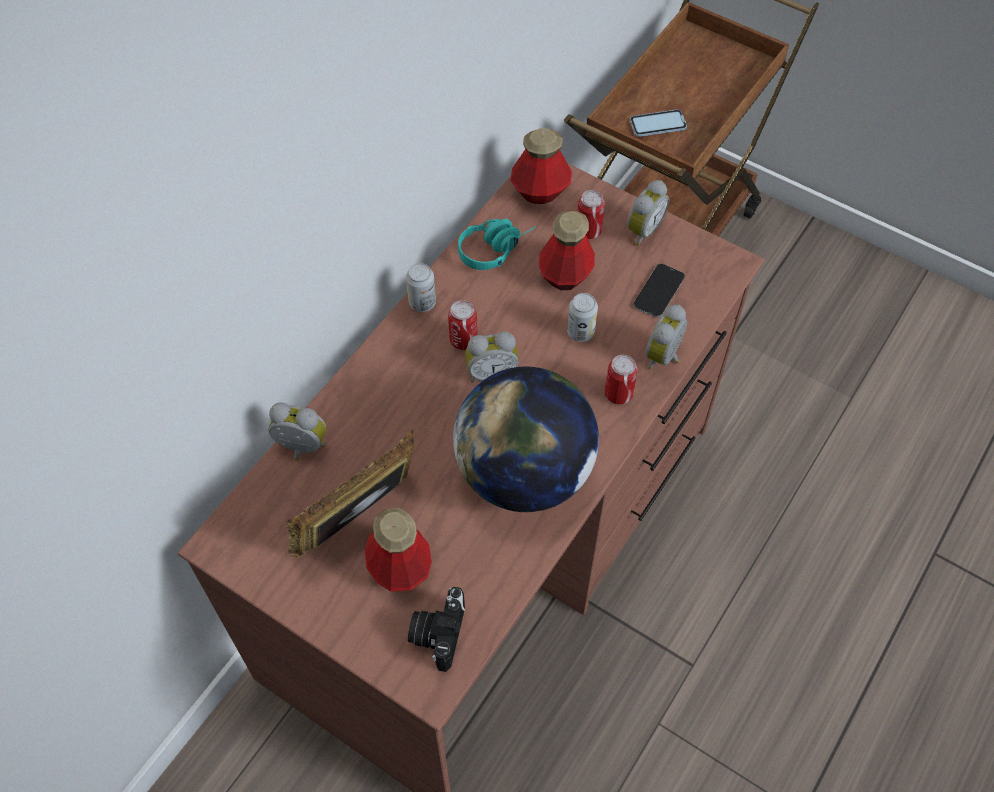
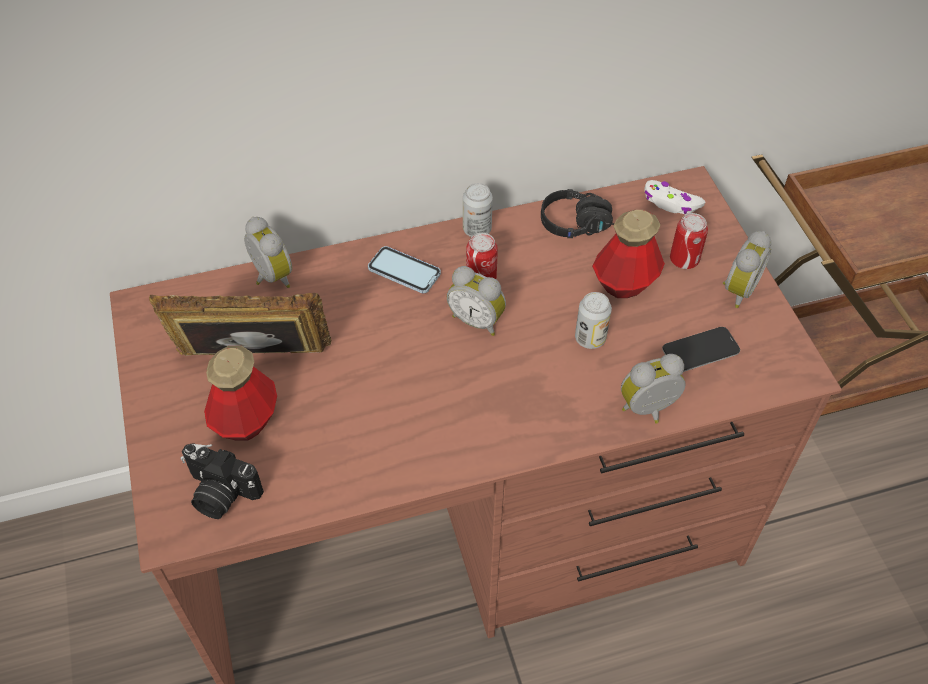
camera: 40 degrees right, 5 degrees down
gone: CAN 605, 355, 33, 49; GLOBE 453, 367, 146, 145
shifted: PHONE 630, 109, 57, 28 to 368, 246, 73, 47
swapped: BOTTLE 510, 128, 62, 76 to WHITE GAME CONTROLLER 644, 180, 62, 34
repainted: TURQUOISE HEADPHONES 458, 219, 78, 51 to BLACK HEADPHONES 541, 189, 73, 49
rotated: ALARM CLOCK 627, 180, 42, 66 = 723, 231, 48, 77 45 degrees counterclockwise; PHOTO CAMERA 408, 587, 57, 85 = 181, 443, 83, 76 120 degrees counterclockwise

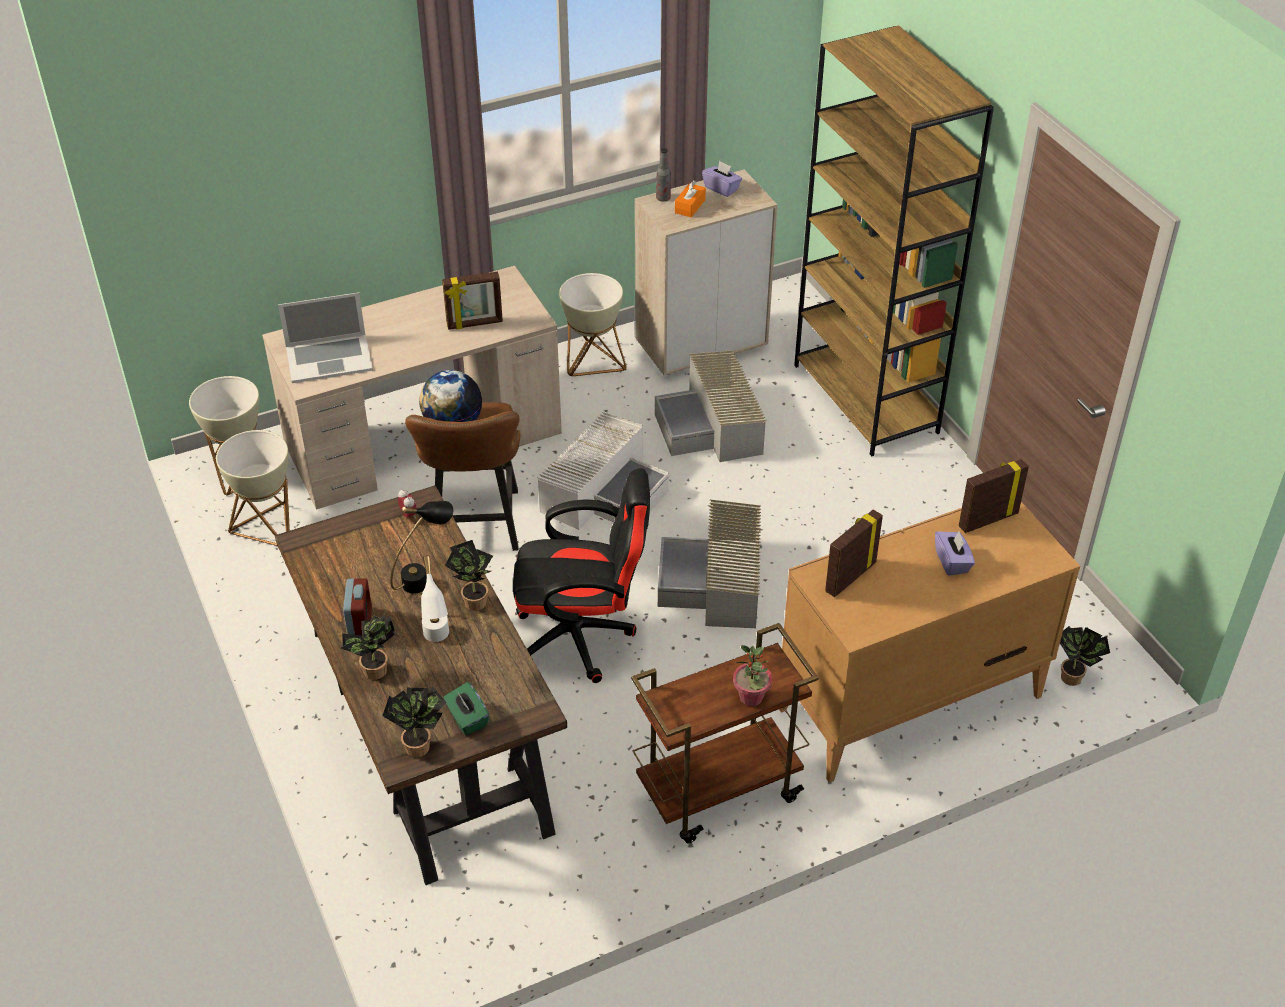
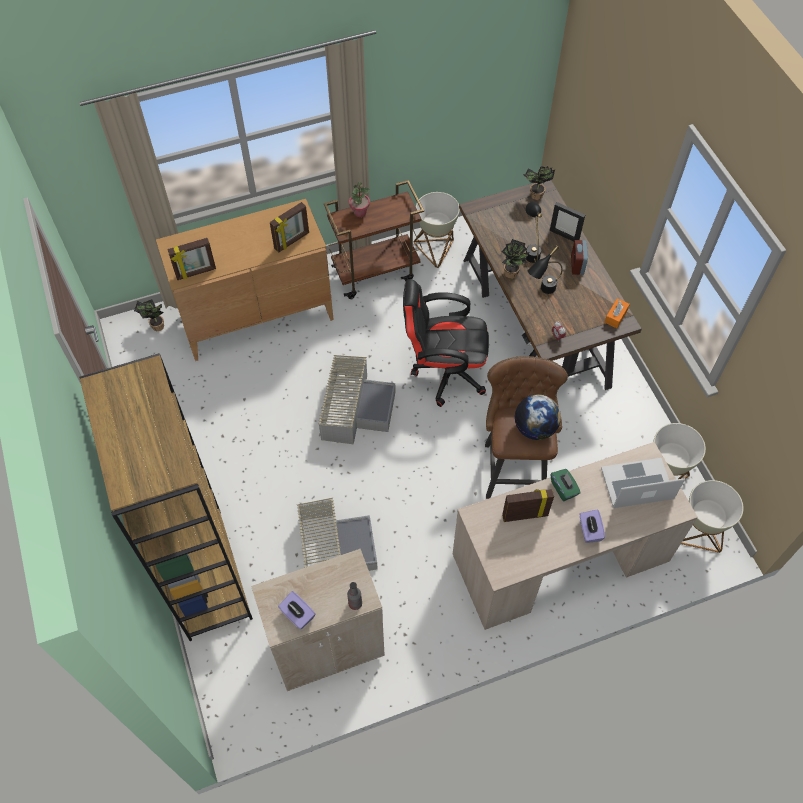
camera: 175 degrees left, 15 degrees up
gone: WHITE STORAGE BOX 537, 412, 132, 118
shifted: ORANGE TISSUE BOX 675, 181, 31, 36 to 605, 298, 25, 30; PLANTER 559, 273, 68, 103 to 414, 192, 46, 76; PURPLE TISSUE BOX 935, 531, 40, 45 to 580, 509, 25, 34; GREEN TISSUE BOX 444, 682, 45, 53 to 551, 469, 30, 32
swapped: POTTED PLANT 341, 615, 55, 65 to PICTURE FRAME 550, 202, 35, 40
repainted: WHITE TABLE LAMP 421, 556, 28, 86 to BLACK TABLE LAMP 526, 202, 16, 61

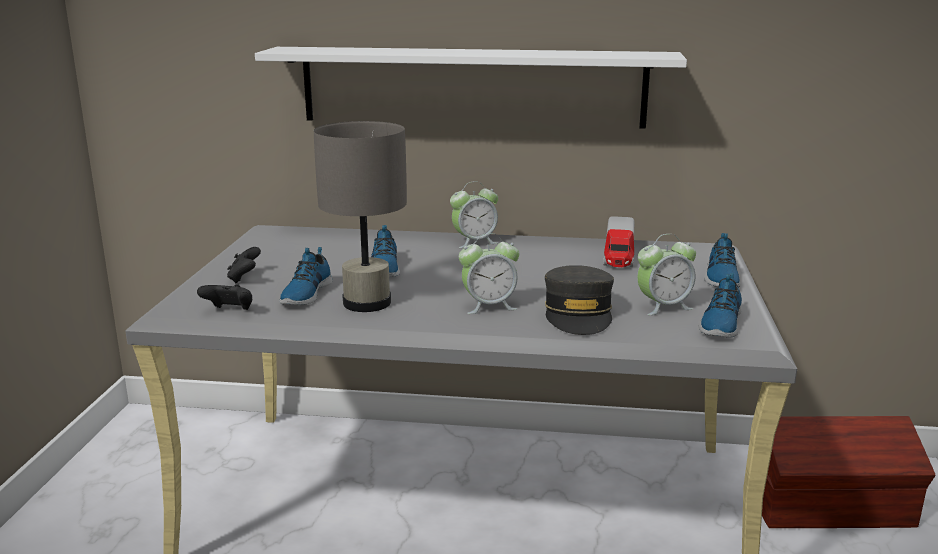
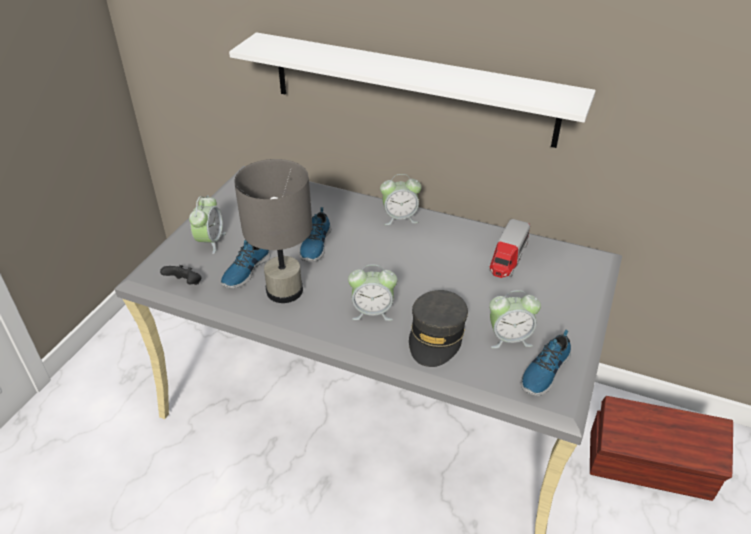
camera: 15 degrees right, 20 degrees up
gone: SHOE 704, 233, 37, 54
swapped: BLACK GAME CONTROLLER 227, 247, 34, 36 to ALARM CLOCK 189, 195, 37, 59

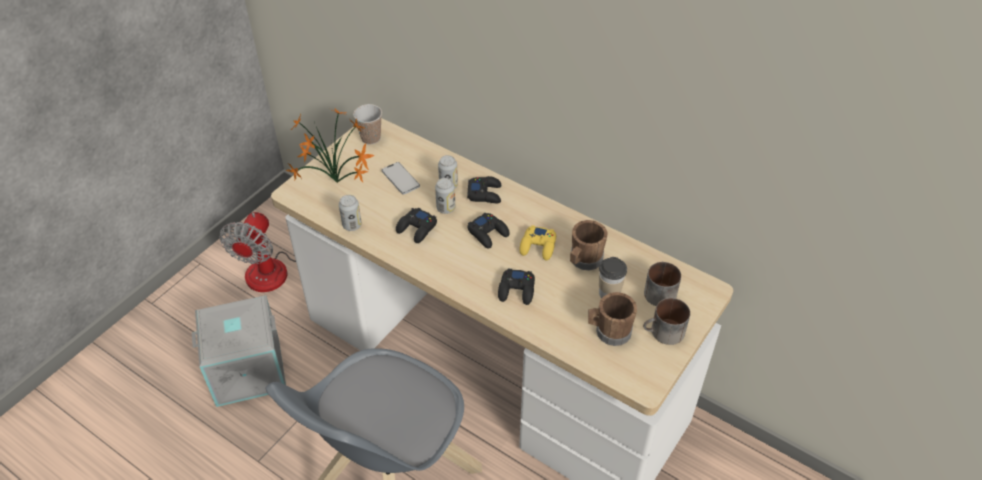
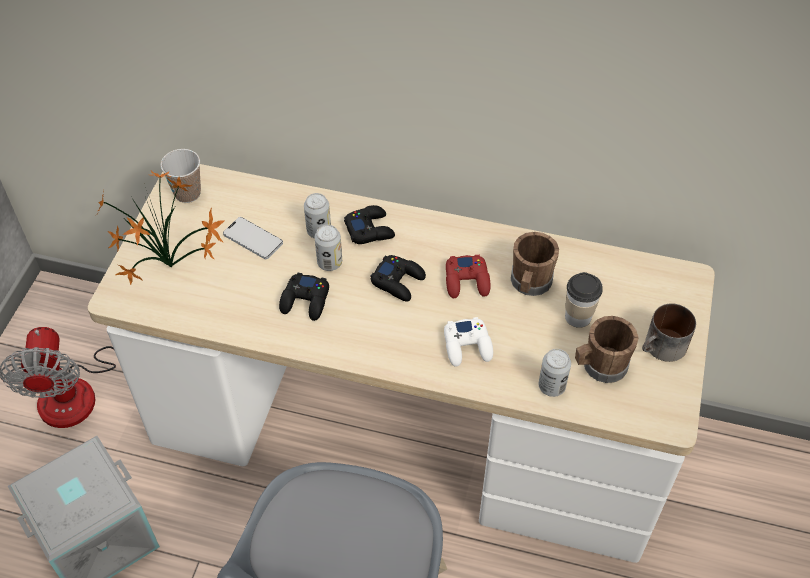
camera: 20 degrees left, 5 degrees up
gone: MUG 644, 261, 37, 45
shifted: CAN 339, 195, 23, 36 to 538, 349, 33, 48
repainted: YELLOW GAME CONTROLLER 519, 225, 37, 35 to RED GAME CONTROLLER 446, 255, 45, 43; BLACK GAME CONTROLLER 498, 268, 37, 37 to WHITE GAME CONTROLLER 444, 317, 49, 50

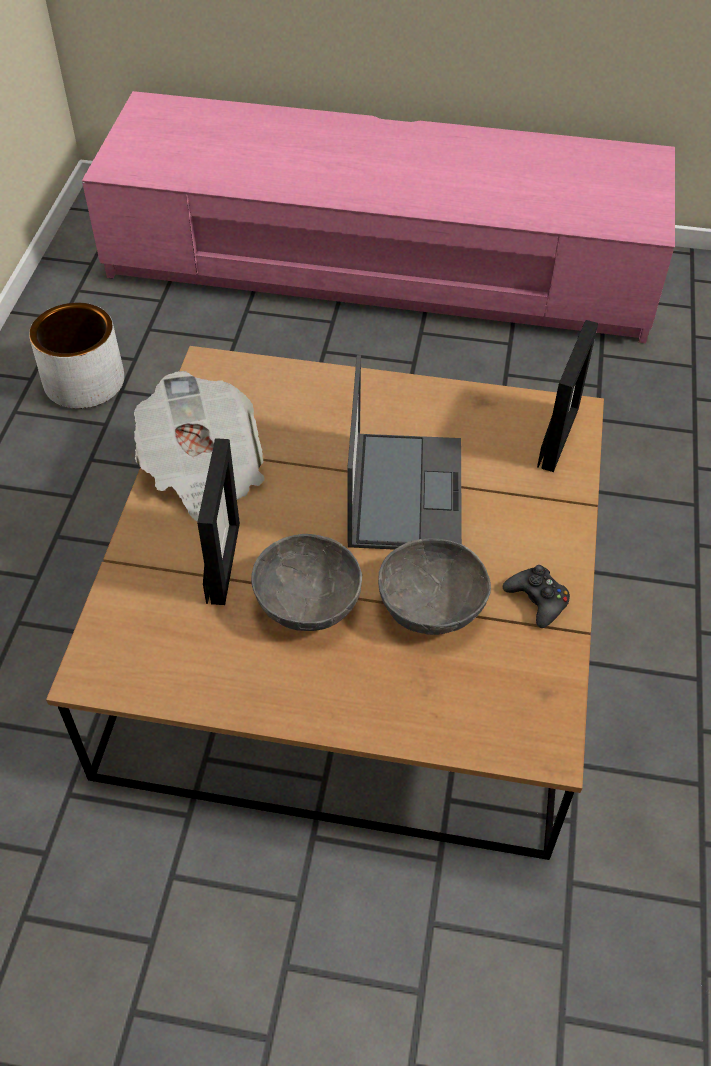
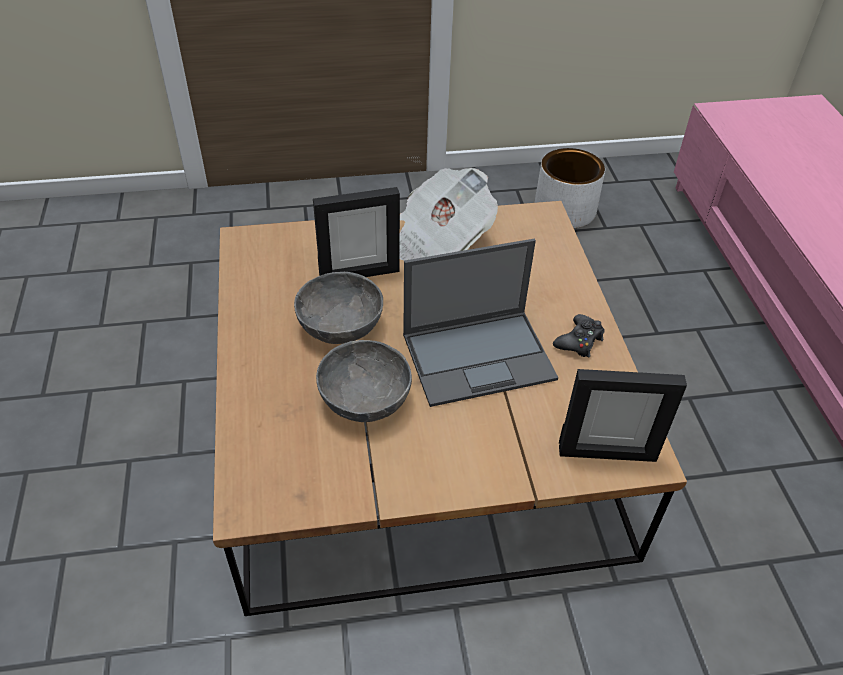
camera: 70 degrees right, 5 degrees down
shifted: BLACK GAME CONTROLLER 503, 565, 67, 63 to 553, 314, 52, 43

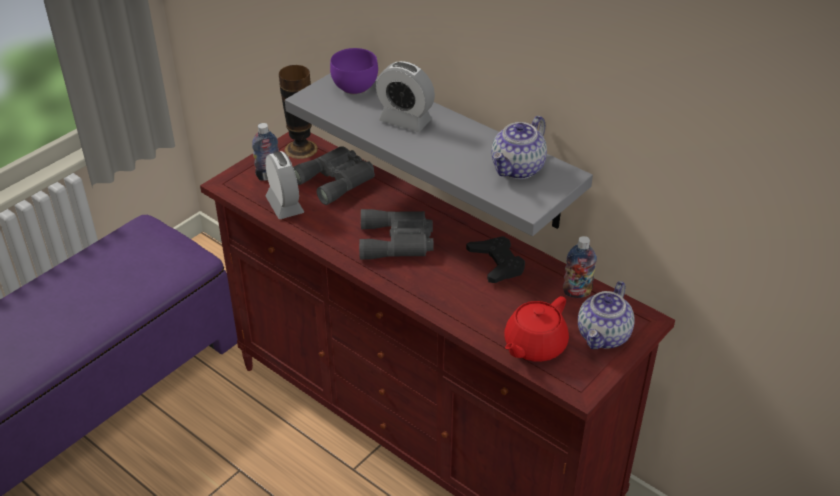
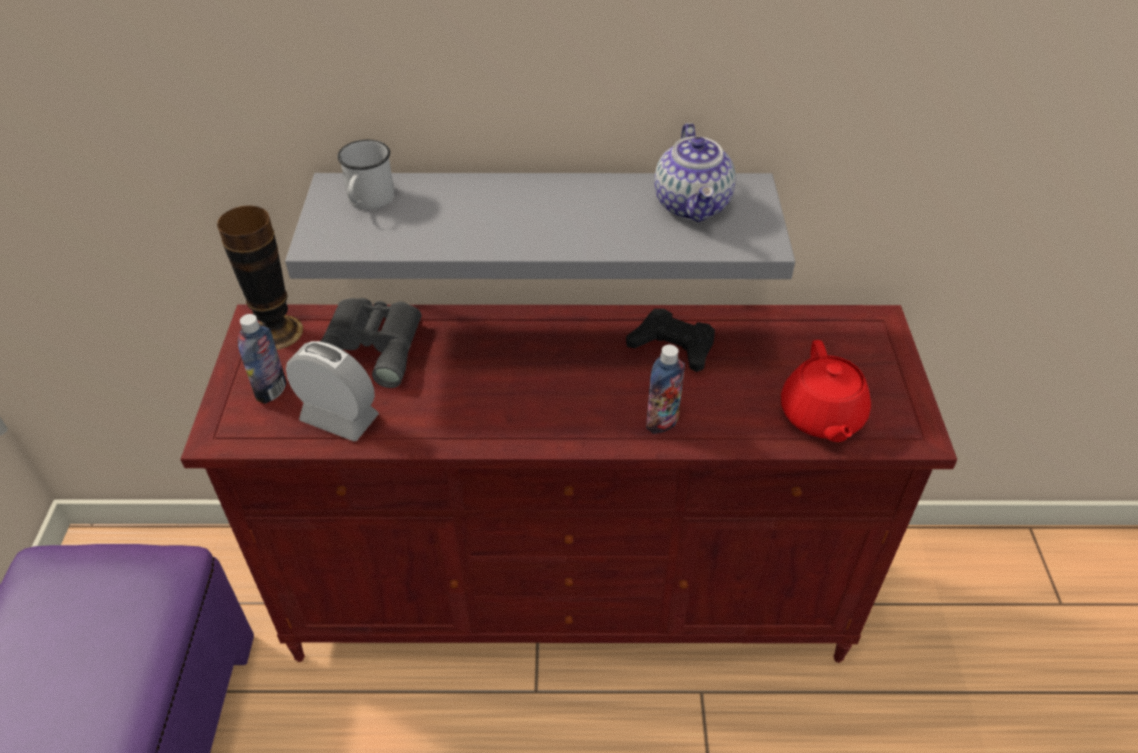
camera: 40 degrees left, 5 degrees up
gone: ALARM CLOCK 376, 61, 59, 71; GREY BINOCULARS 359, 209, 74, 50; TEAPOT 578, 281, 57, 68
shifted: BOTTLE 563, 236, 34, 62 to 646, 345, 39, 89
swapped: PURPLE BOWL 330, 48, 48, 47 to WHITE MUG 337, 140, 57, 70

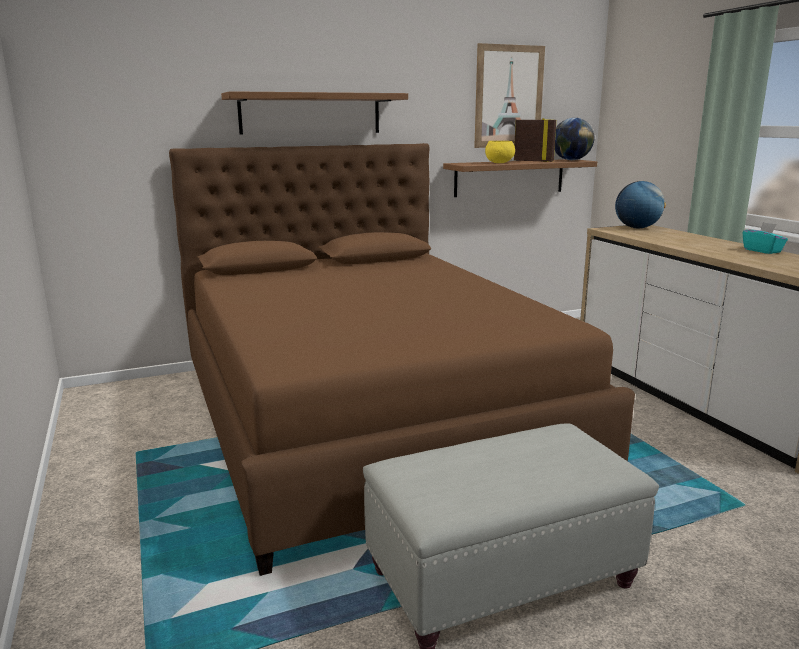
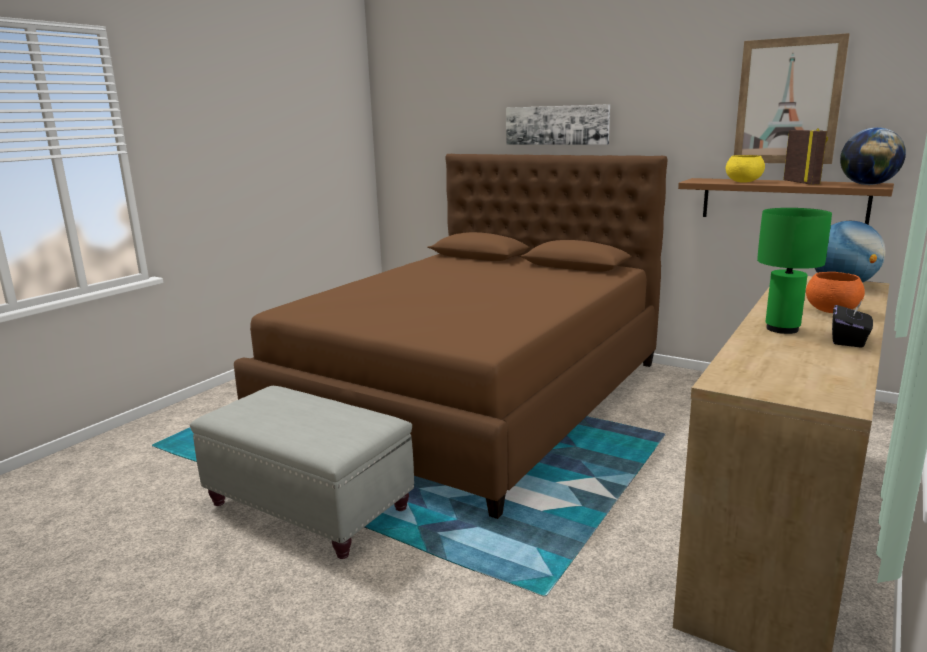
camera: 55 degrees right, 0 degrees up
new: GREEN TABLE LAMP 757, 208, 75, 126; ORANGE BOWL 806, 272, 59, 41
swapped: BROWN SHELF 221, 91, 187, 44 to PICTURE 506, 104, 104, 41
repainted: TURQUOISE TISSUE BOX 743, 222, 45, 32 to BLACK TISSUE BOX 832, 300, 41, 48

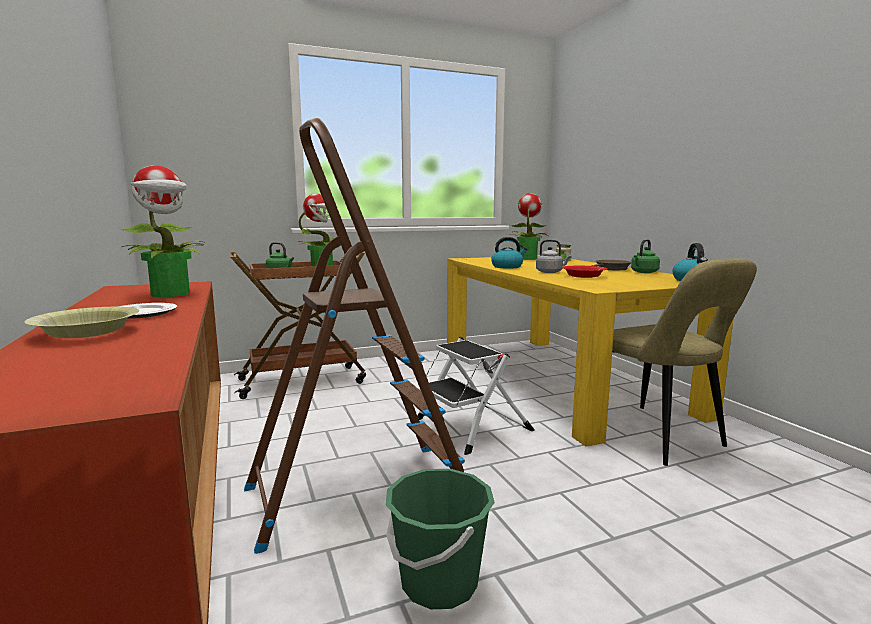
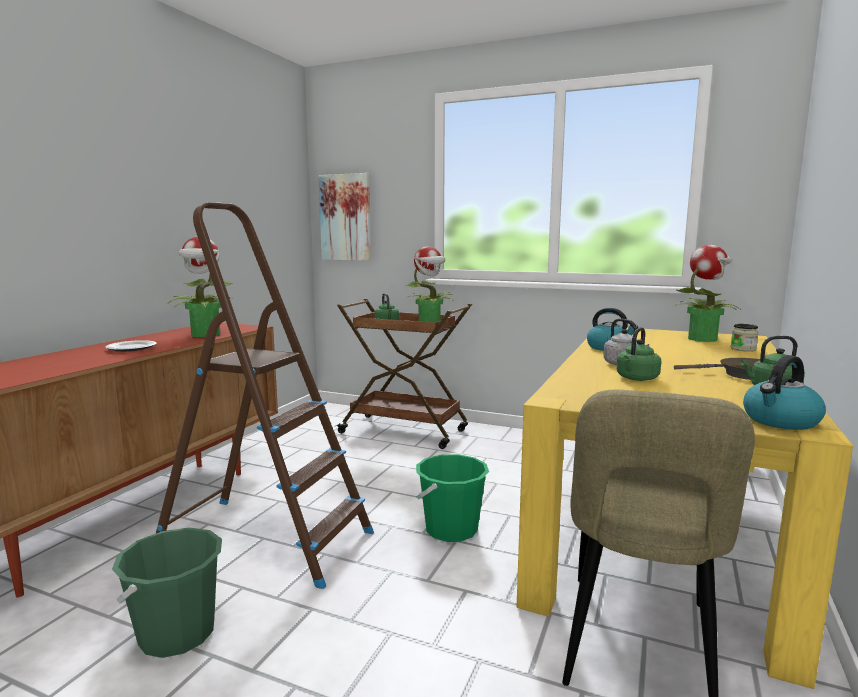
camera: 45 degrees right, 0 degrees up
gone: YELLOW BOWL 25, 307, 114, 31
new: PICTURE 318, 173, 53, 88
swapped: RED BOWL 561, 266, 47, 12 to GREEN KETTLE 617, 327, 44, 54; STEP LADDER 418, 337, 117, 118 to GREEN BUCKET 416, 454, 73, 88

